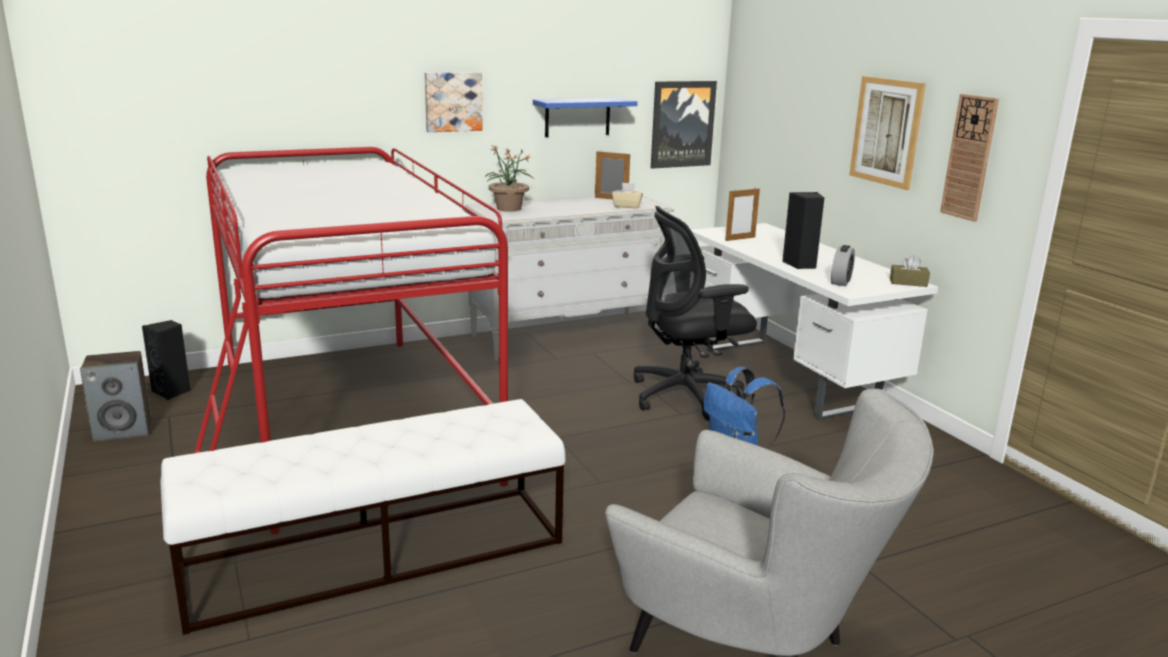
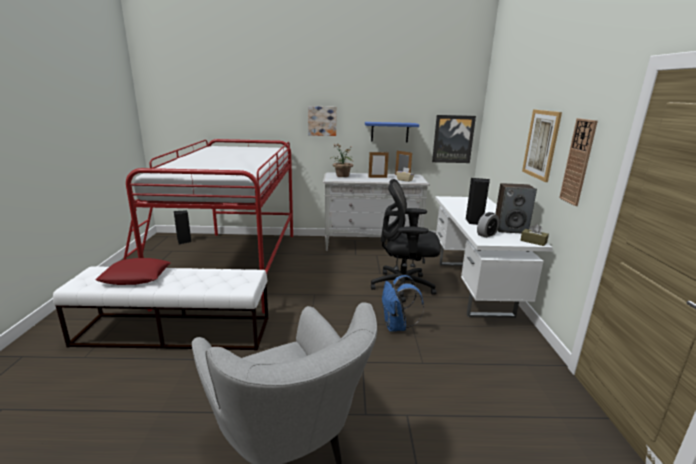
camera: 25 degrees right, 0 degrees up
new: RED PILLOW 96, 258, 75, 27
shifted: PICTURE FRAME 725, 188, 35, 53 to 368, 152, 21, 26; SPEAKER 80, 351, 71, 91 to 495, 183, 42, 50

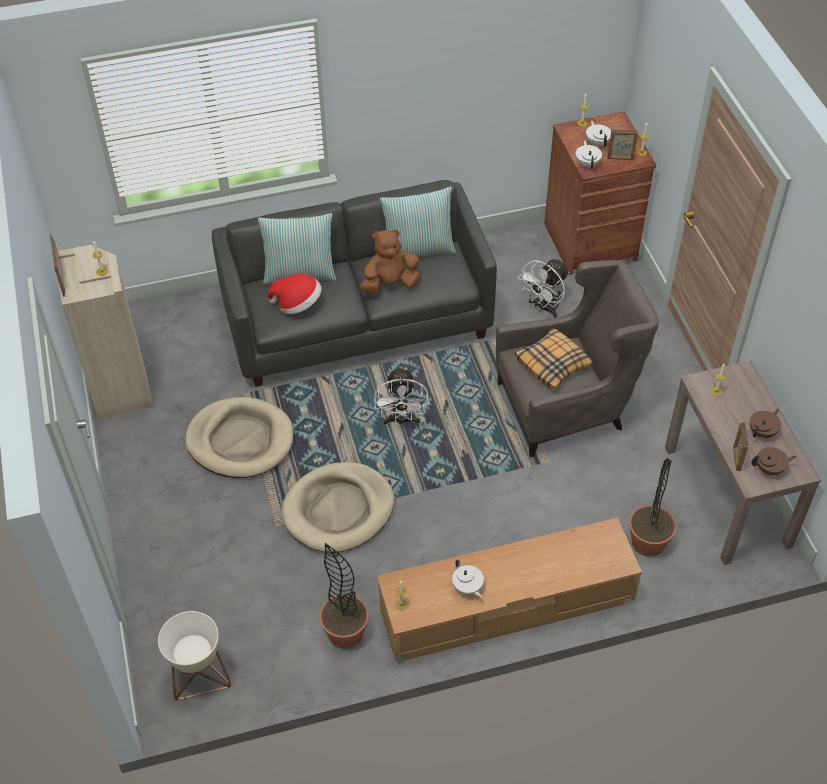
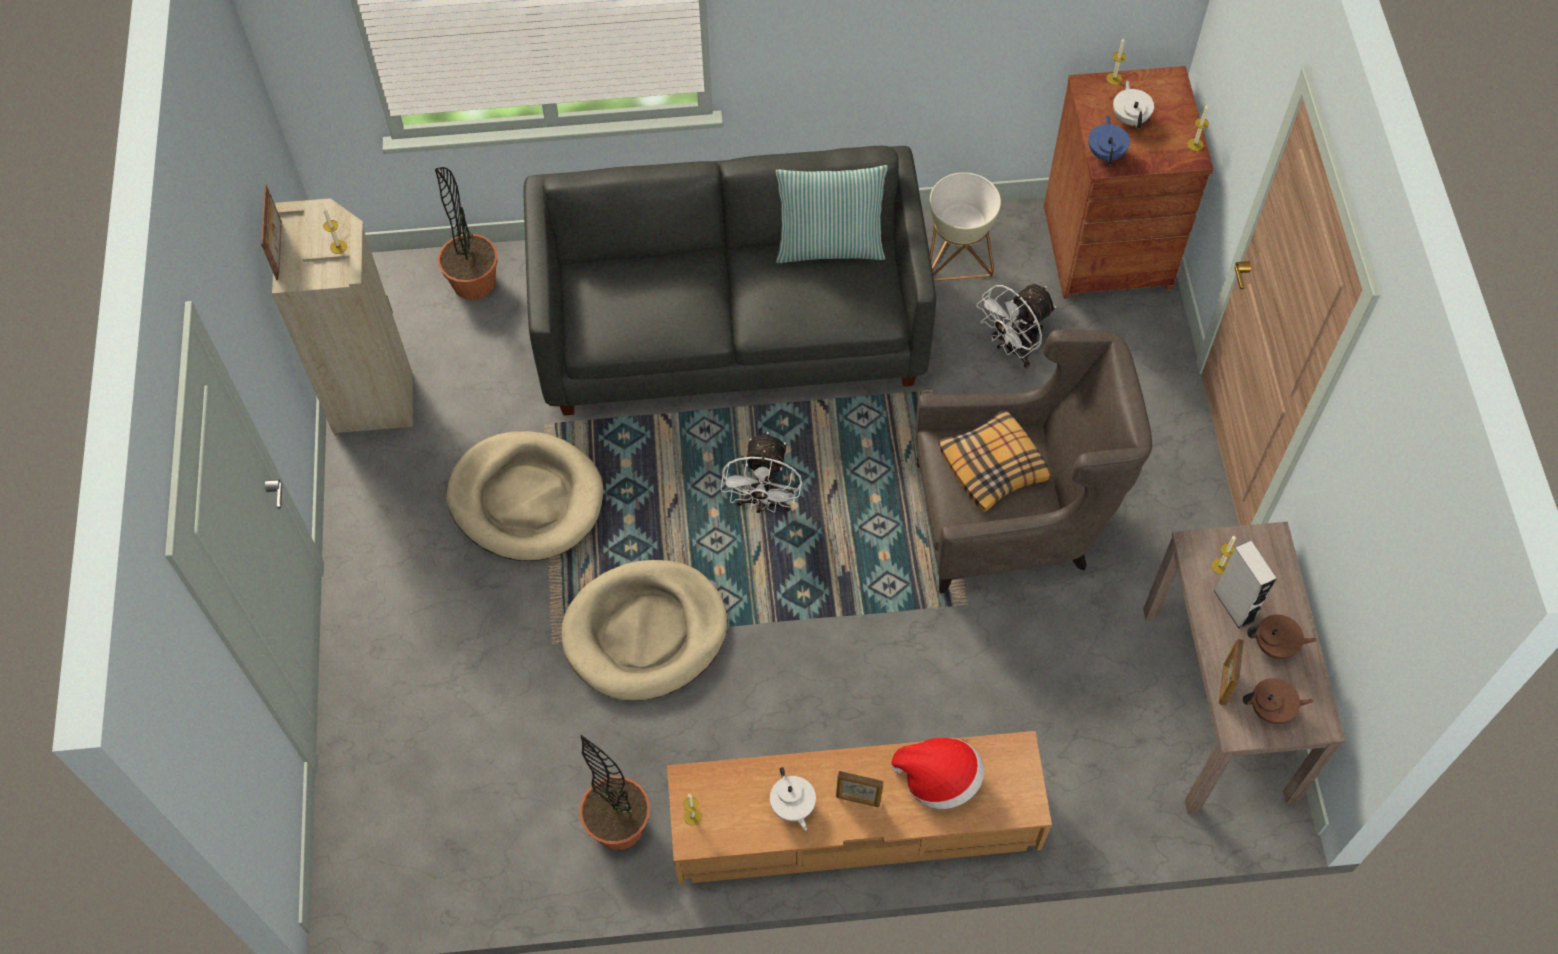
camera: 10 degrees right, 10 degrees up
gone: PILLOW 258, 213, 79, 71; BROWN PLUSH TOY 360, 229, 61, 65
new: GREY SPEAKER 1214, 541, 63, 88
shifted: PICTURE FRAME 608, 130, 30, 30 to 836, 771, 48, 36; HAT 268, 274, 54, 40 to 892, 738, 92, 71; POTTED PLANT 629, 458, 47, 99 to 435, 167, 63, 133; PLANTER 158, 611, 73, 89 to 930, 172, 71, 109
repainted: WHITE TEAPOT 576, 140, 26, 29 to BLUE TEAPOT 1088, 115, 42, 50
rotated: BROWN TEAPOT 750, 409, 31, 29 = 1247, 615, 70, 44 45 degrees clockwise

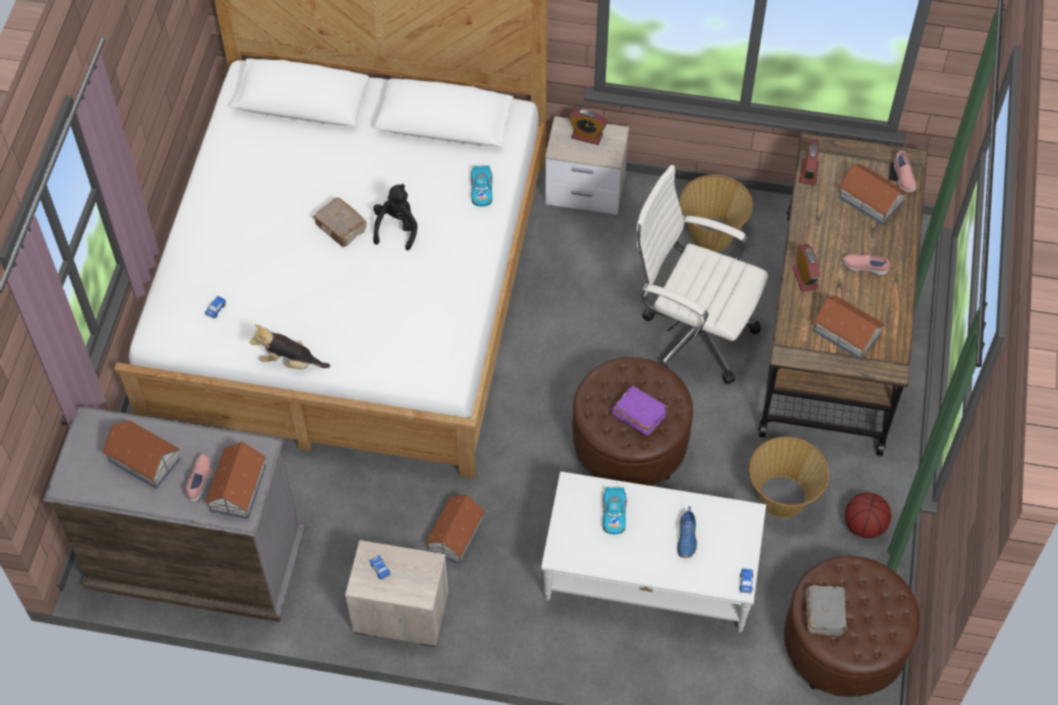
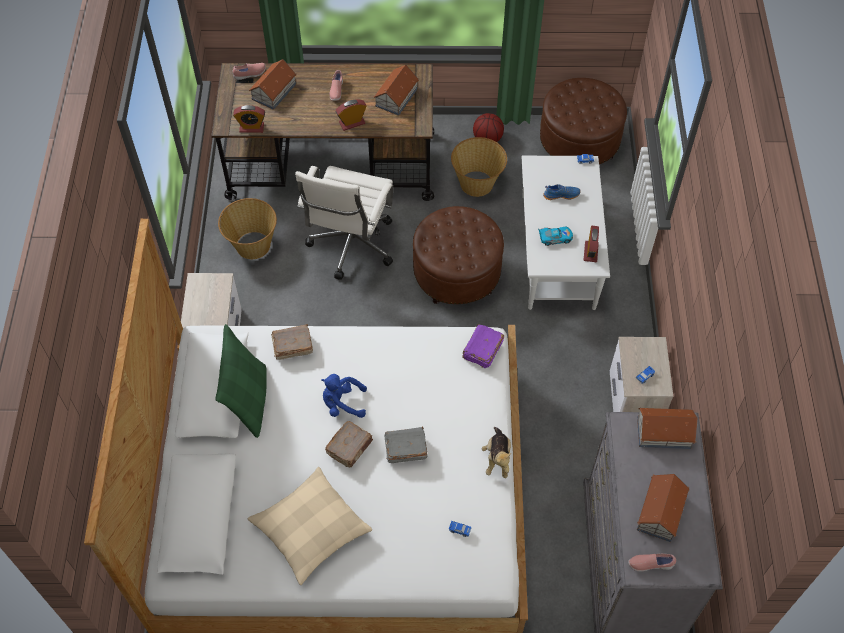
camera: 100 degrees left, 0 degrees up
gone: TOY HOUSE 425, 495, 60, 69
new: GREEN PILLOW 215, 324, 52, 114; BEIGE PILLOW 248, 467, 124, 118
shifted: ALARM CLOCK 569, 109, 38, 36 to 584, 225, 15, 37; PURPLE BOOK 612, 386, 56, 49 to 462, 324, 42, 44; PINK SHOE 186, 454, 26, 48 to 628, 554, 48, 18; GREY BOOK 806, 585, 42, 51 to 384, 427, 44, 36
swapped: TOY CAR 471, 165, 22, 42 to BROWN BOOK 271, 324, 42, 36
repainted: BLACK PLUSH TOY 373, 184, 45, 66 to BLUE PLUSH TOY 322, 374, 45, 44

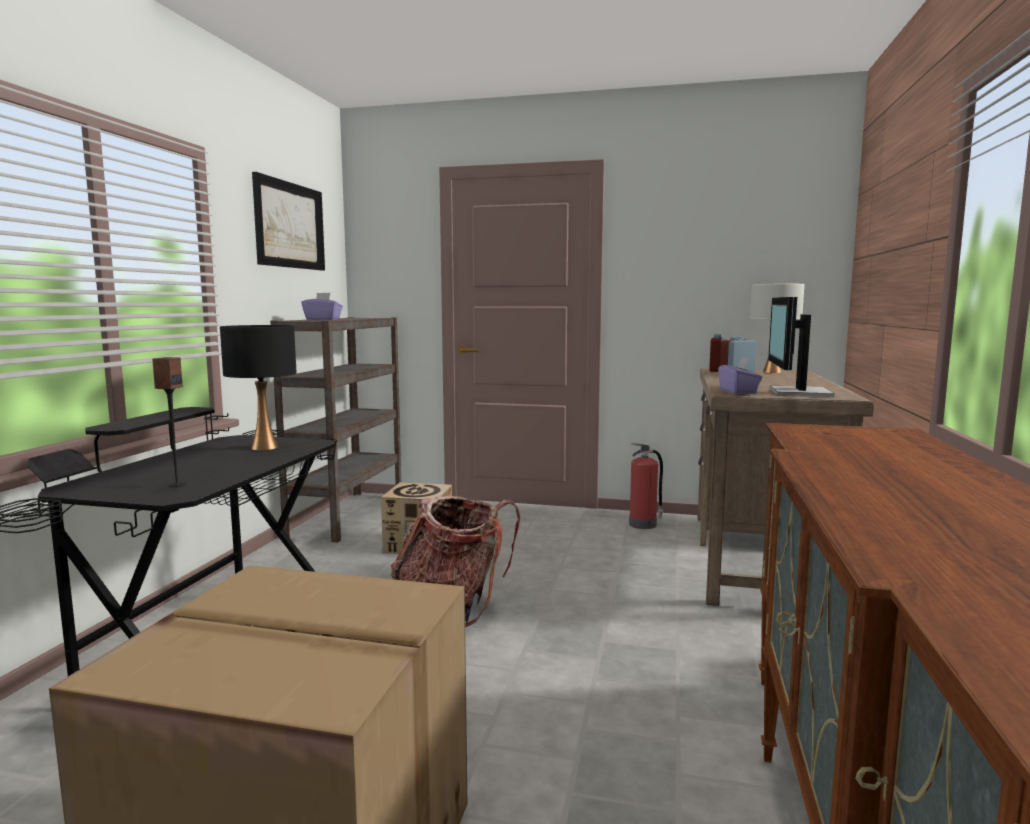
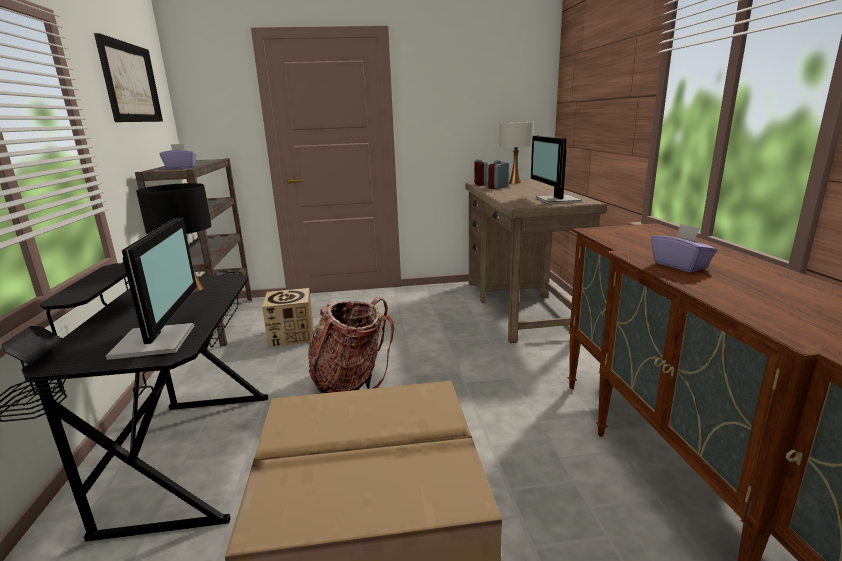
camera: 20 degrees left, 10 degrees up
gone: FIRE EXTINGUISHER 629, 443, 34, 86
shifted: PURPLE TISSUE BOX 718, 357, 44, 37 to 651, 224, 66, 48
swapped: SPEAKER 152, 357, 34, 130 to MONITOR 106, 218, 91, 142

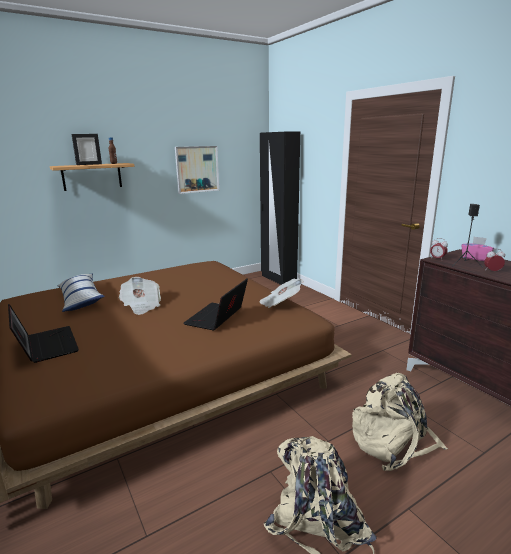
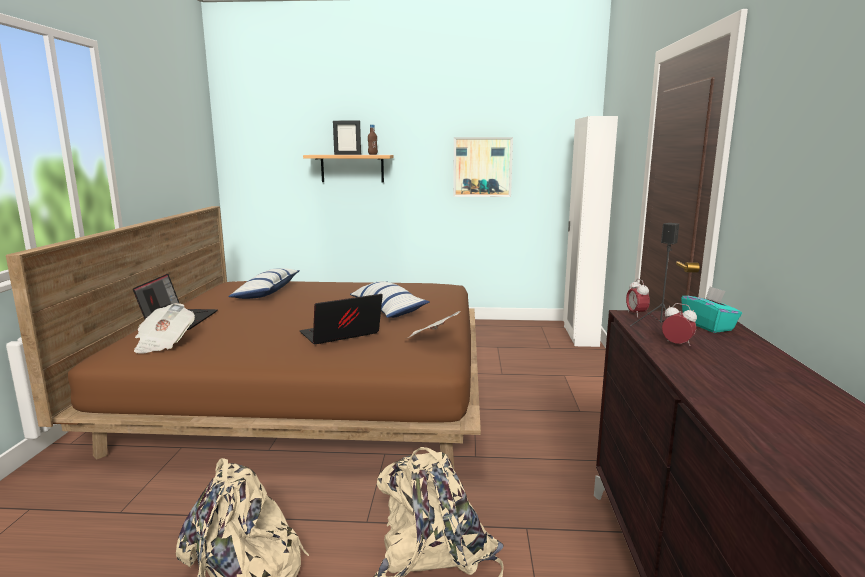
camera: 35 degrees right, 5 degrees down
new: PILLOW 350, 281, 79, 37
shifted: NEWSPAPER 119, 277, 42, 38 to 134, 303, 61, 51
repainted: BLACK WARDROBE 260, 132, 40, 153 to WHITE WARDROBE 563, 116, 55, 231; PINK TISSUE BOX 462, 237, 32, 24 to TURQUOISE TISSUE BOX 681, 286, 61, 47

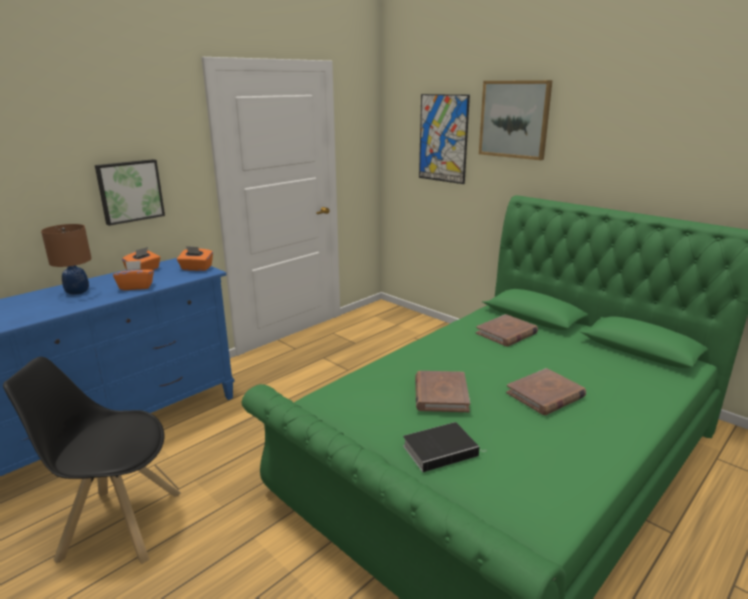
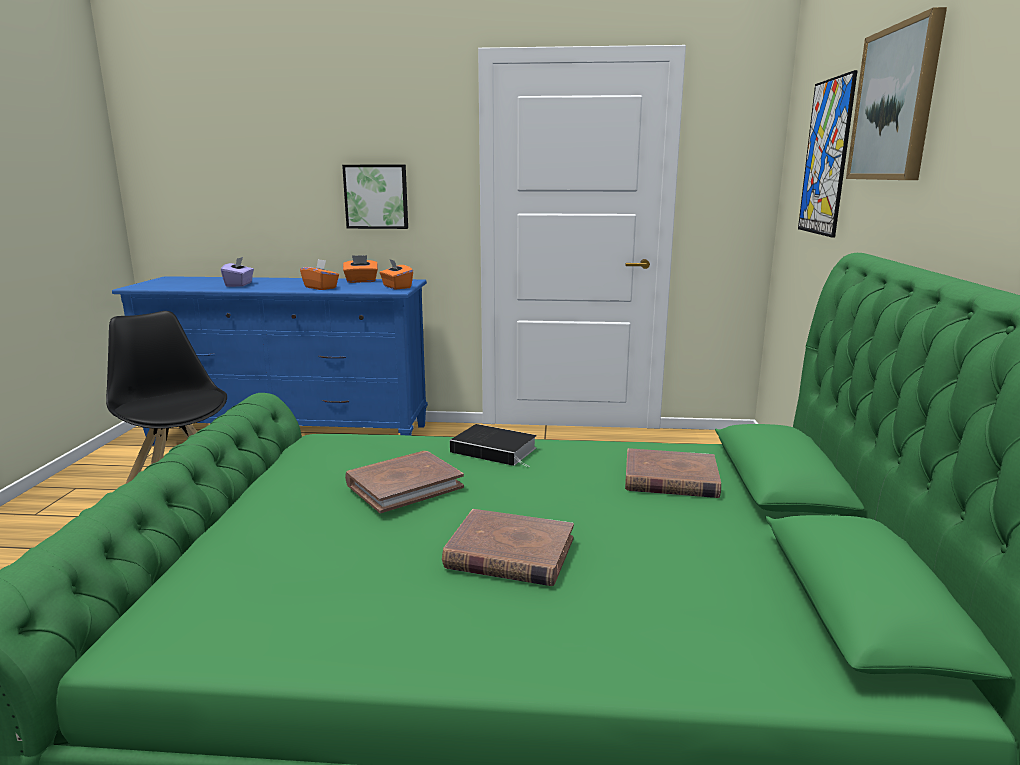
camera: 50 degrees right, 5 degrees down
gone: BROWN TABLE LAMP 41, 224, 51, 71
new: PURPLE TISSUE BOX 221, 257, 33, 30
shifted: BOOK 403, 422, 77, 50 to 450, 424, 87, 43

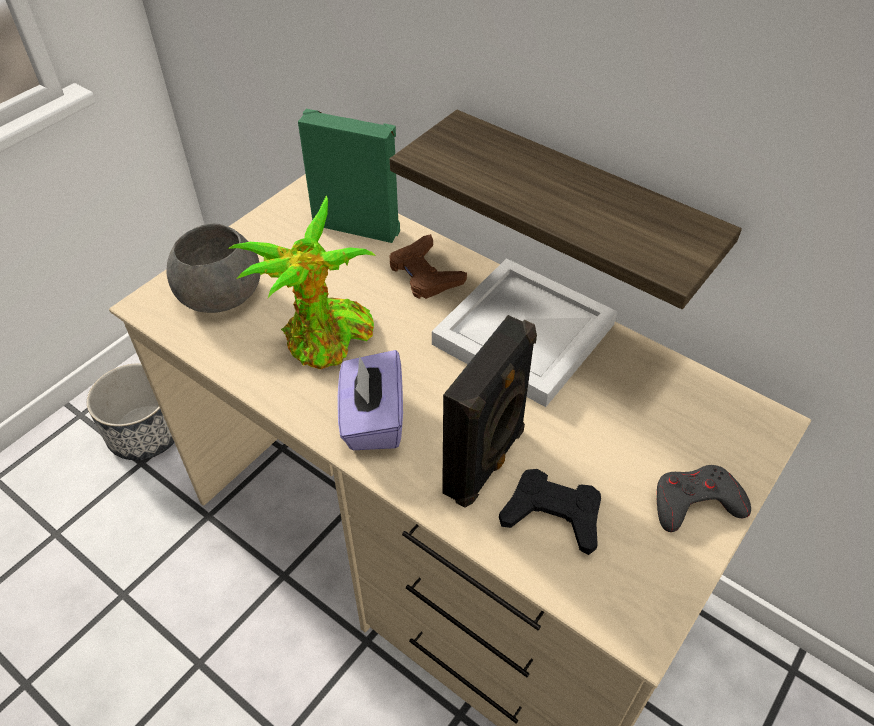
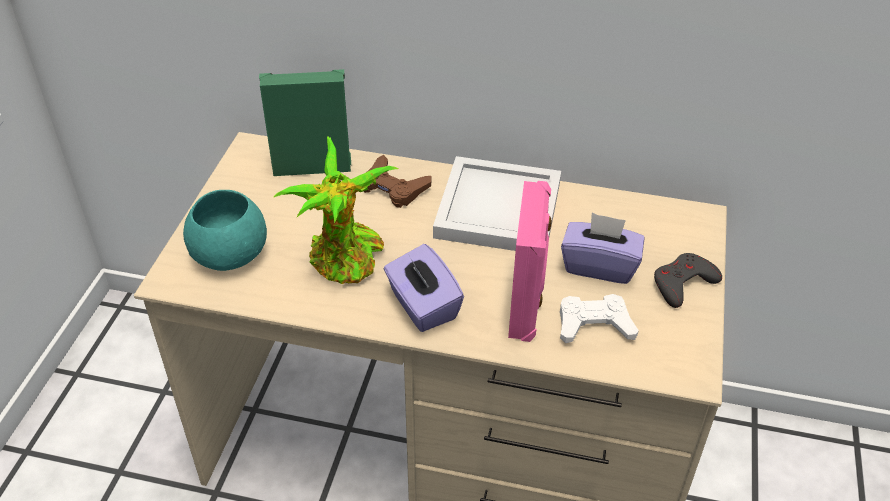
camera: 25 degrees left, 5 degrees down
gone: SHELF 390, 110, 352, 199; PLANTER 87, 363, 88, 97
new: PURPLE TISSUE BOX 561, 213, 84, 71
repainted: GREY BOWL 166, 223, 94, 90 to TURQUOISE BOWL 183, 190, 84, 81; BLACK SPEAKER 442, 315, 95, 193 to PINK SPEAKER 508, 181, 44, 161; BLACK GAME CONTROLLER 499, 469, 102, 86 to WHITE GAME CONTROLLER 560, 294, 79, 49

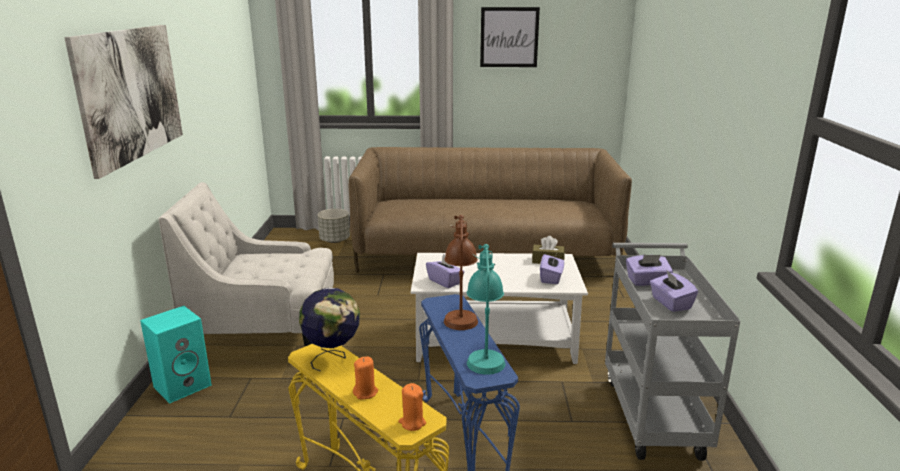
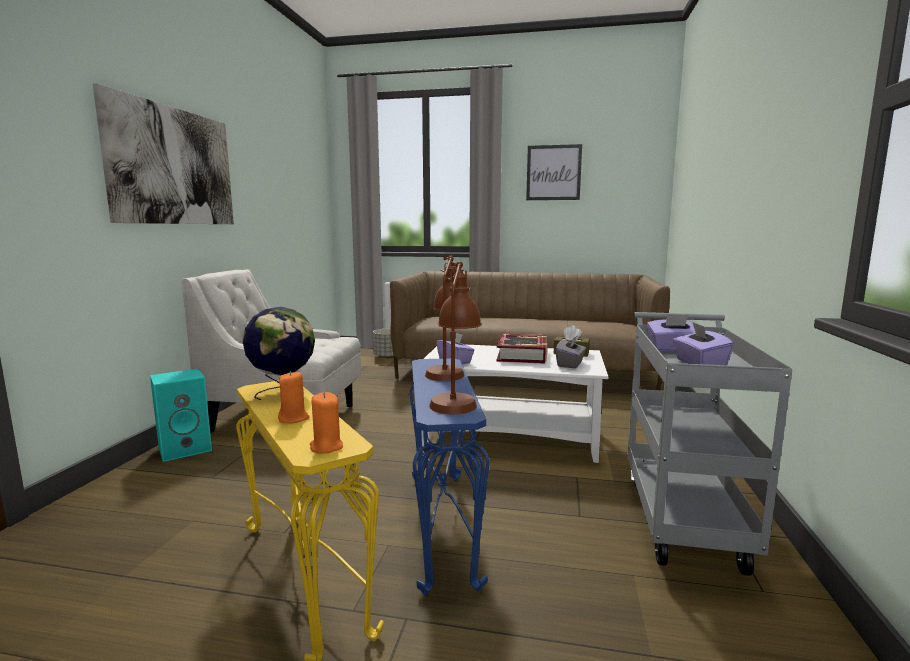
camera: 10 degrees right, 10 degrees down
new: BOOK 496, 334, 51, 30
repainted: TURQUOISE TABLE LAMP 467, 244, 38, 131 to BROWN TABLE LAMP 429, 261, 53, 153; PURPLE TISSUE BOX 540, 252, 25, 32 to GREY TISSUE BOX 556, 335, 30, 33

